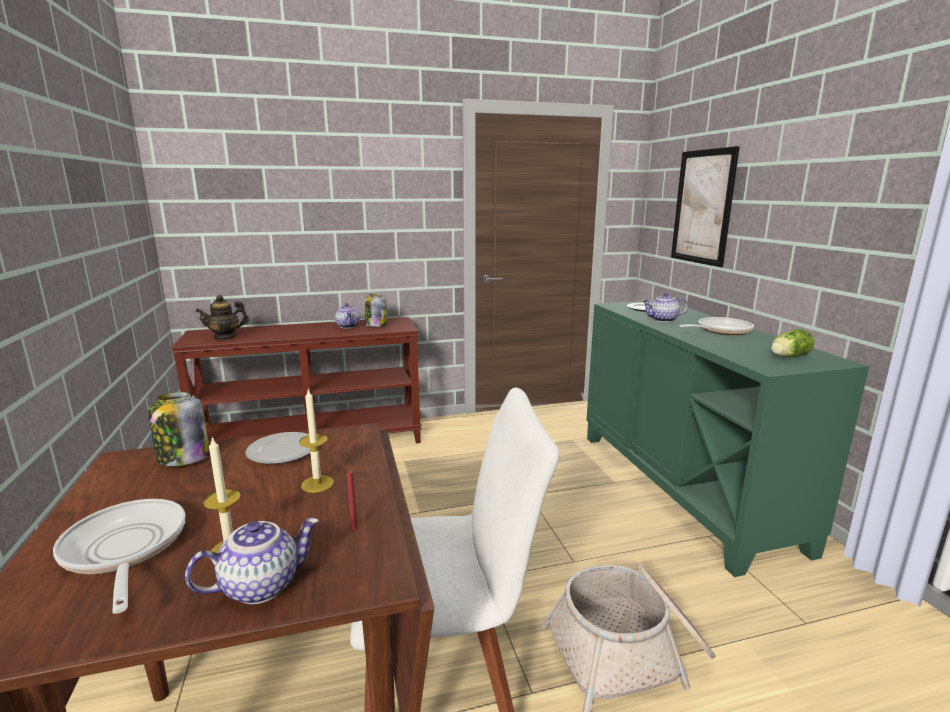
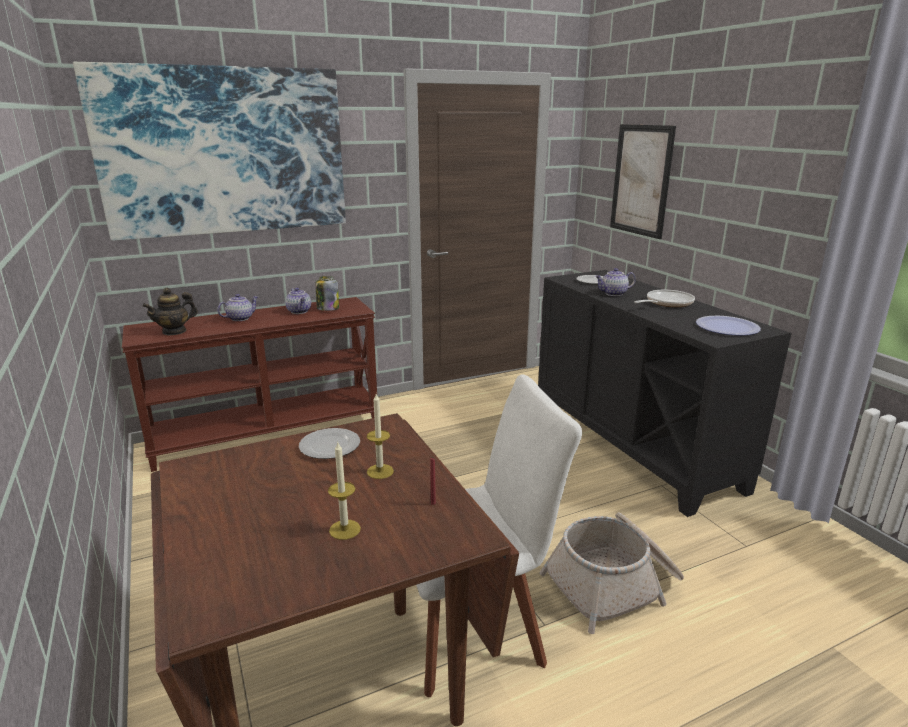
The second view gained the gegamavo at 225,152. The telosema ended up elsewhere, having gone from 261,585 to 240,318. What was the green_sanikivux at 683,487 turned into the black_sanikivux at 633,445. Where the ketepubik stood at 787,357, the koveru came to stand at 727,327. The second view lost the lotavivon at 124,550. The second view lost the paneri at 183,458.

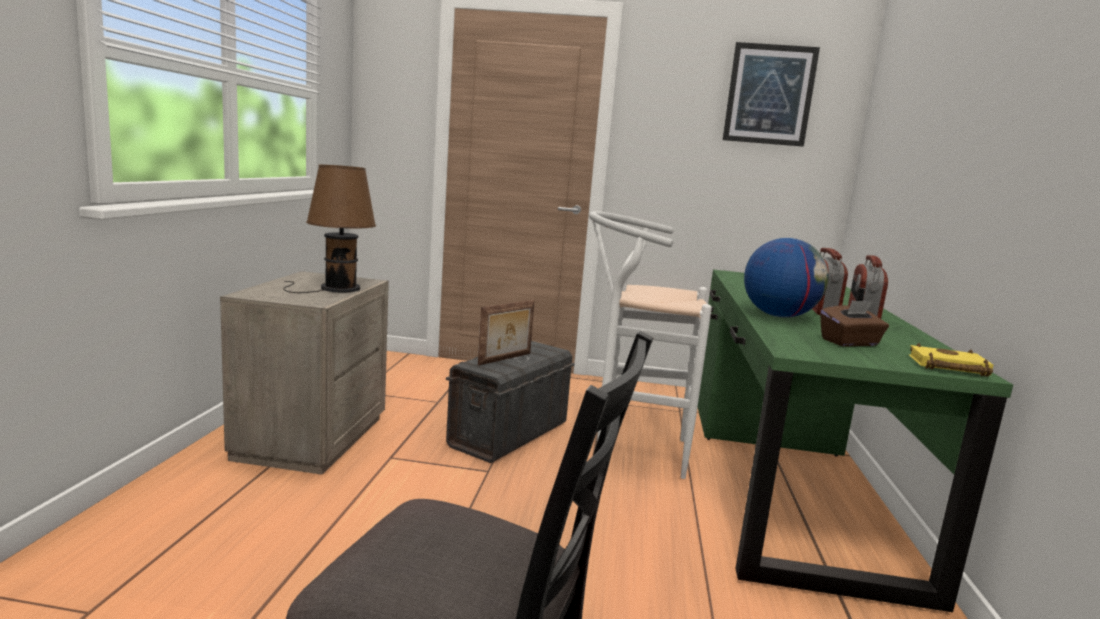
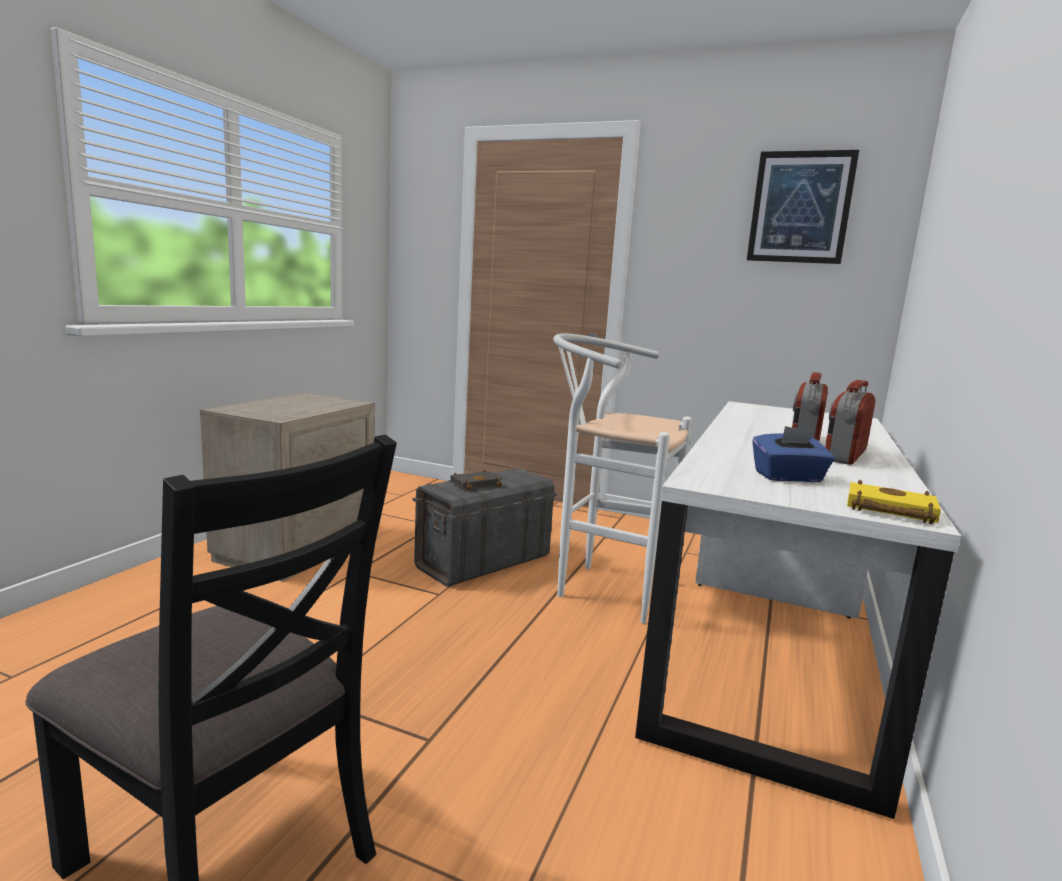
Where the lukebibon stood at 505,359, the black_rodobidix came to stand at 476,484. What was the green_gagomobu at 785,476 turned into the white_gagomobu at 769,633. What was the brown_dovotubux at 850,343 turned into the blue_dovotubux at 788,477. The second view lost the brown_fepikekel at 335,288. The second view lost the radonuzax at 778,316.

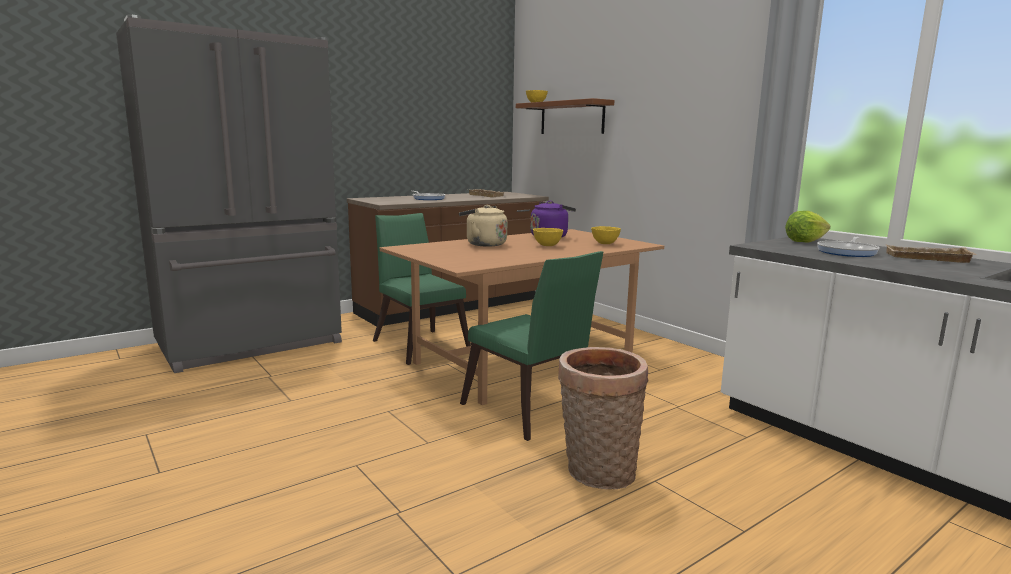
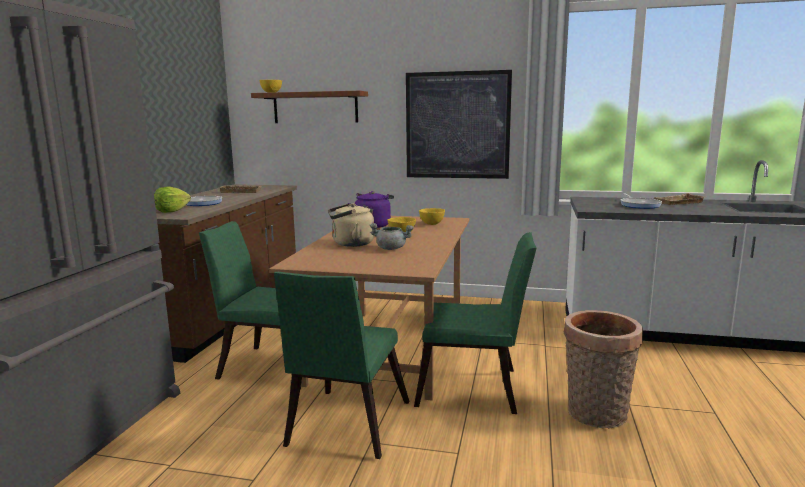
The ketepubik ended up elsewhere, having gone from 805,241 to 172,211. The second view gained the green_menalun at 344,427. The second view gained the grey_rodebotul at 391,249. The second view gained the gegamavo at 457,125.

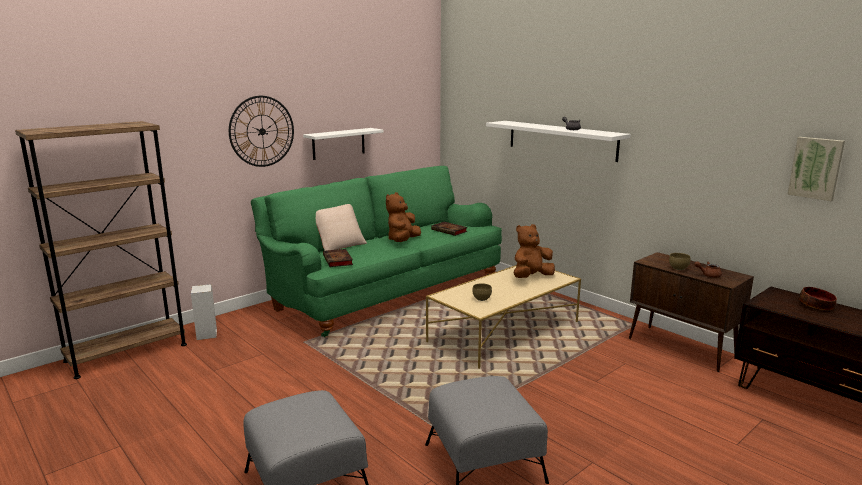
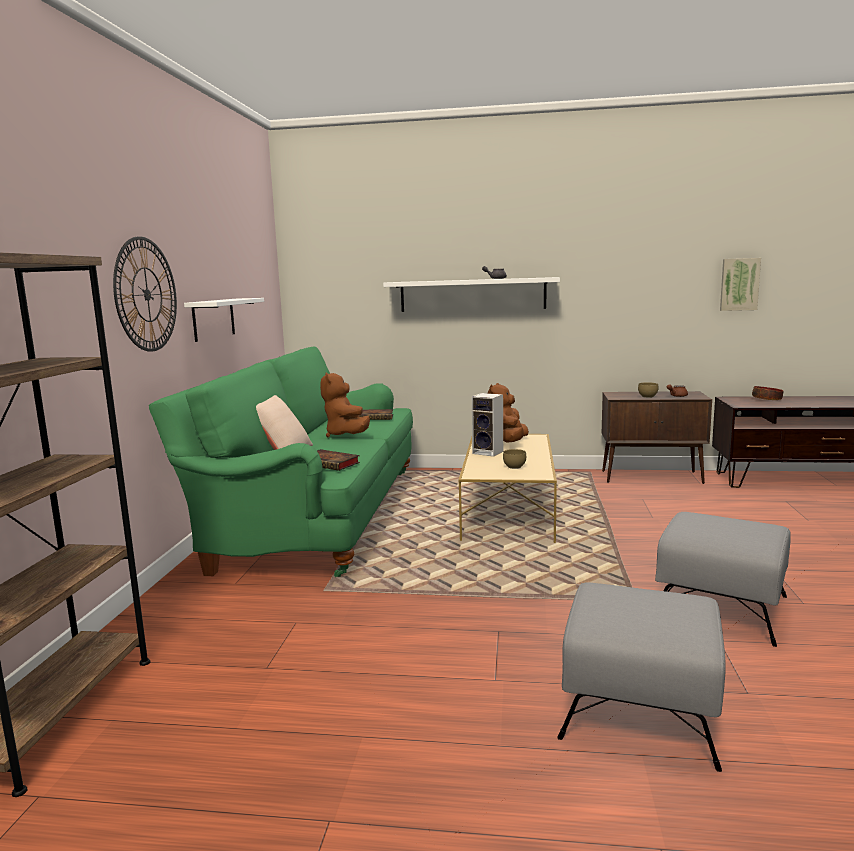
The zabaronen ended up elsewhere, having gone from 207,335 to 489,452.

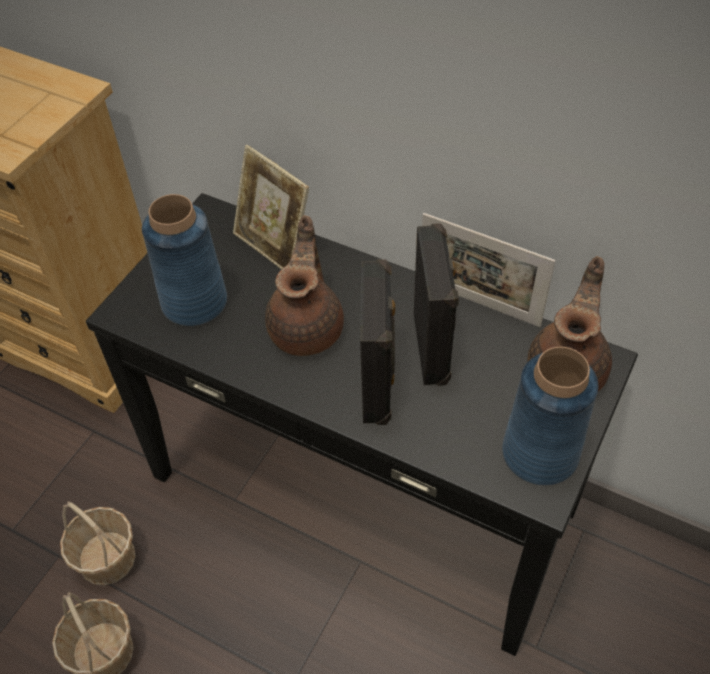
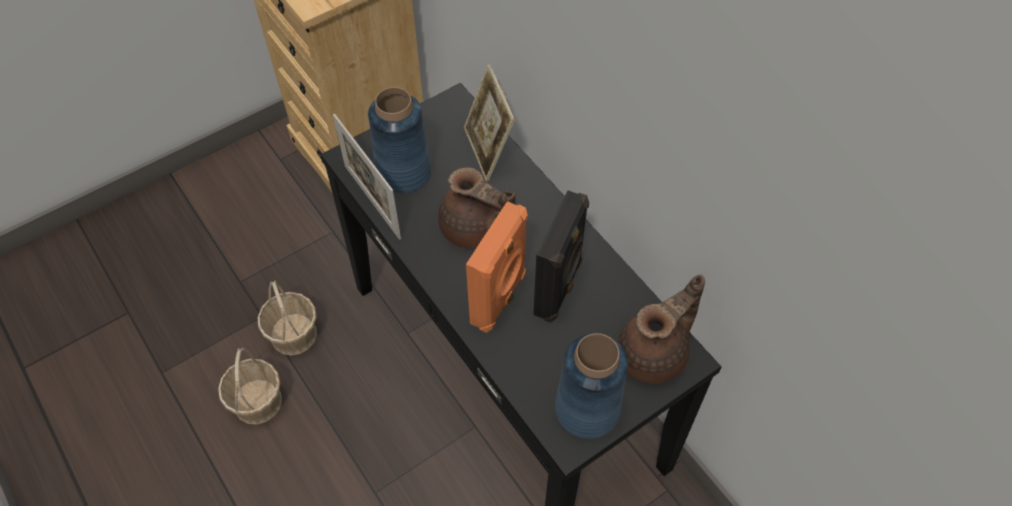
The lukebibon ended up elsewhere, having gone from 478,303 to 372,201. The brown_telosema at 307,327 ended up facing another way, 90 degrees clockwise from before. What was the black_zabaronen at 378,384 turned into the orange_zabaronen at 500,299.

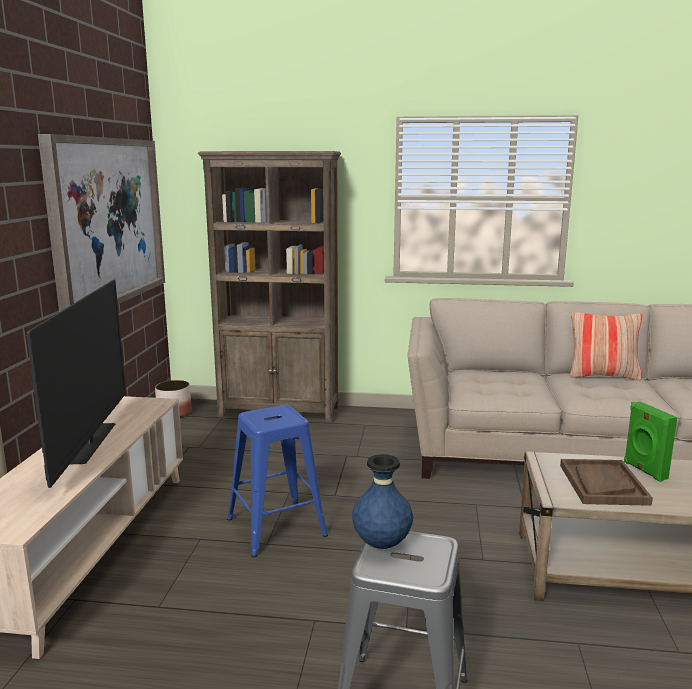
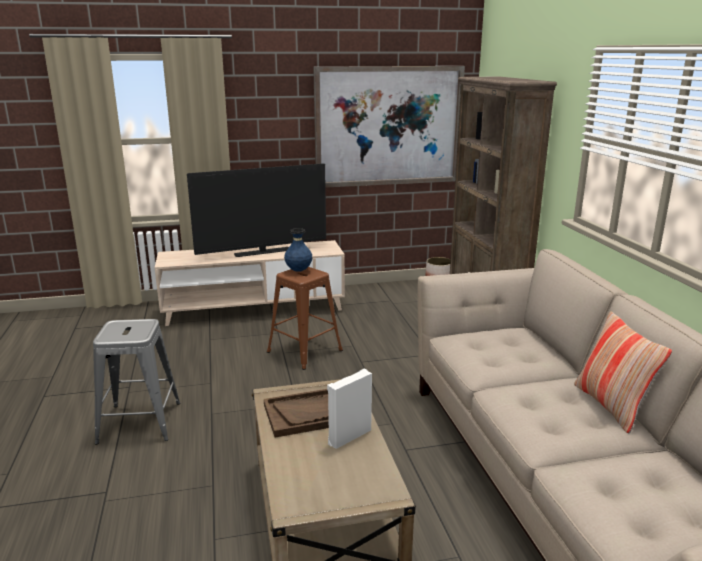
What was the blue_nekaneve at 276,526 turned into the brown_nekaneve at 305,351. The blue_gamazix ended up elsewhere, having gone from 382,544 to 298,270. What was the green_zabaronen at 644,470 turned into the white_zabaronen at 348,436.

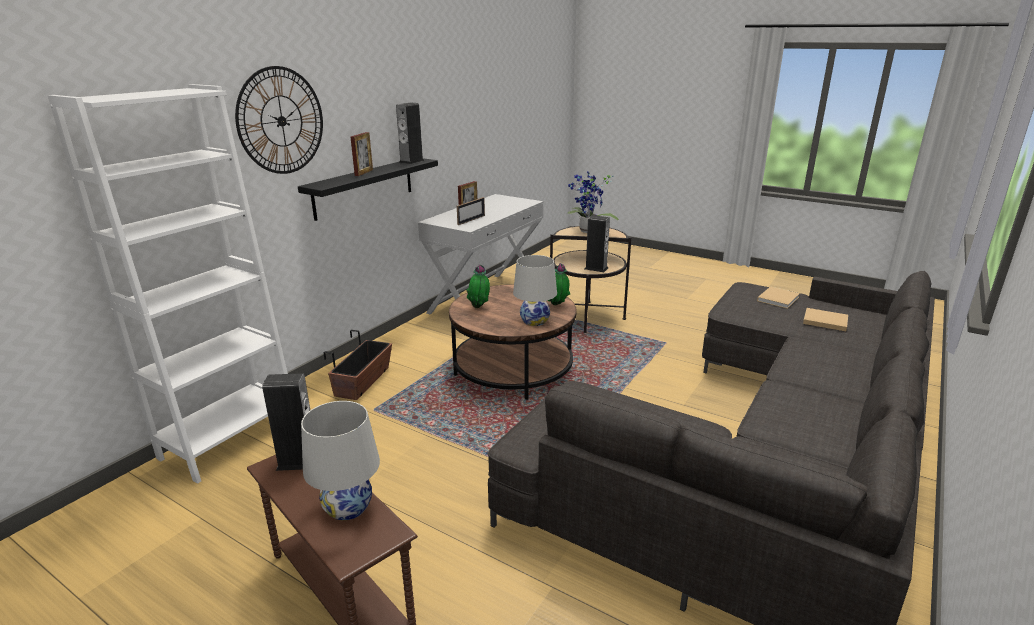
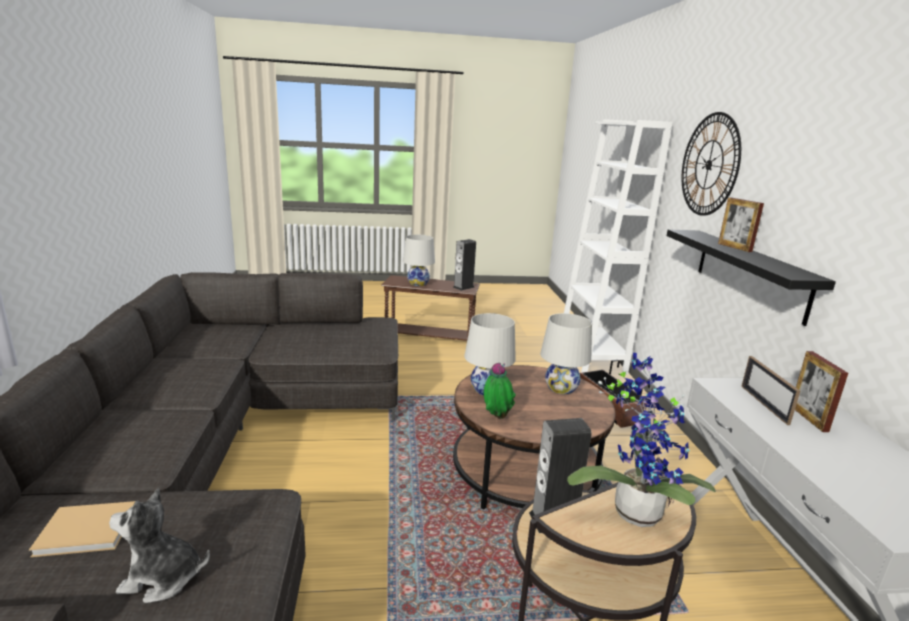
Where the beige_rodobidix stood at 778,298, the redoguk came to stand at 162,578. Where the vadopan stood at 479,307, the white_fepikekel came to stand at 561,388. The second view lost the zabaronen at 411,161.

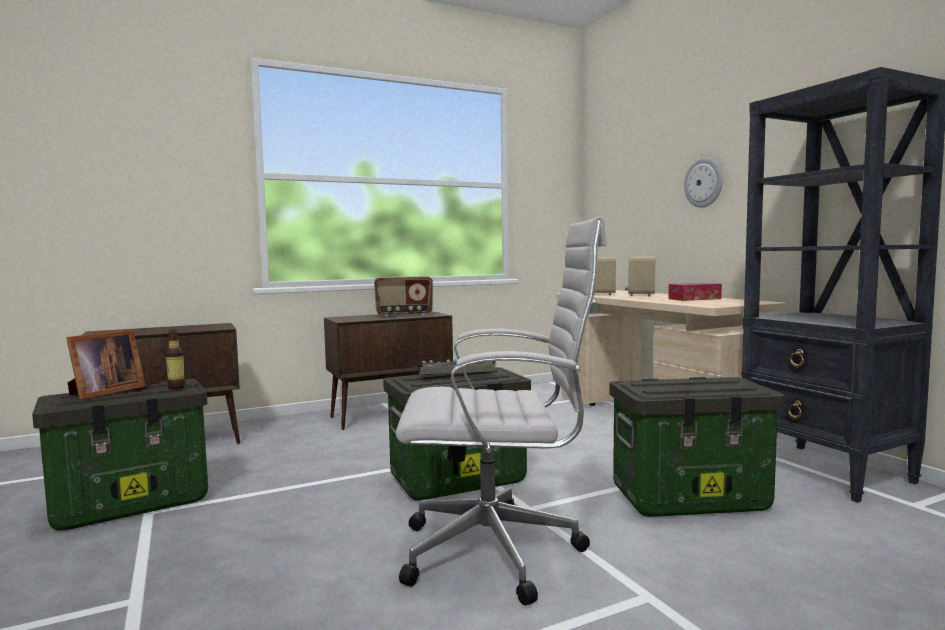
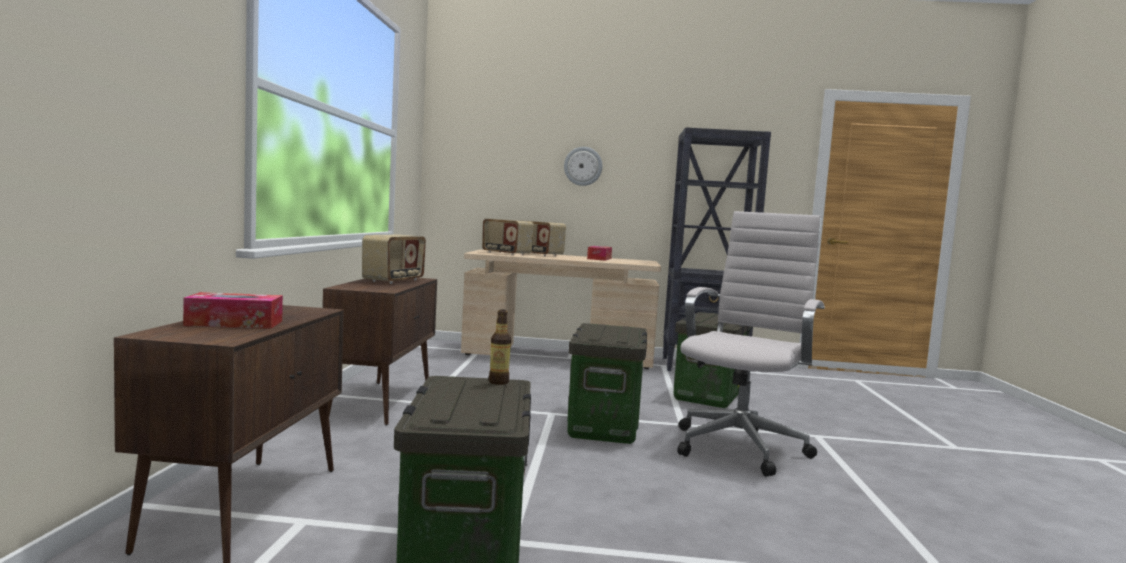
The second view gained the dovotubux at 234,323. The second view lost the lukebibon at 104,392. The second view lost the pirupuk at 456,376.

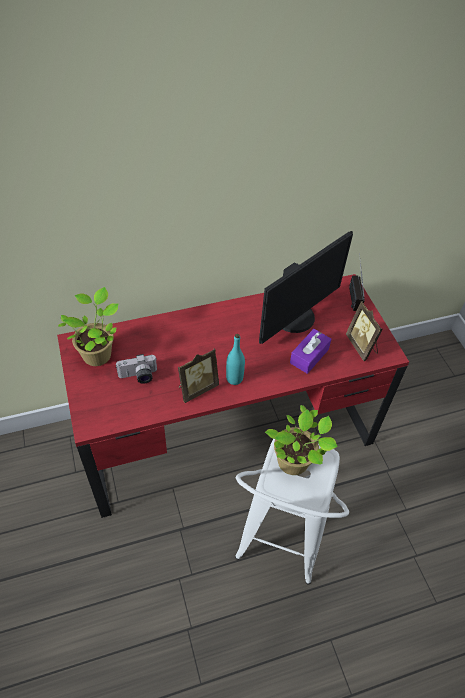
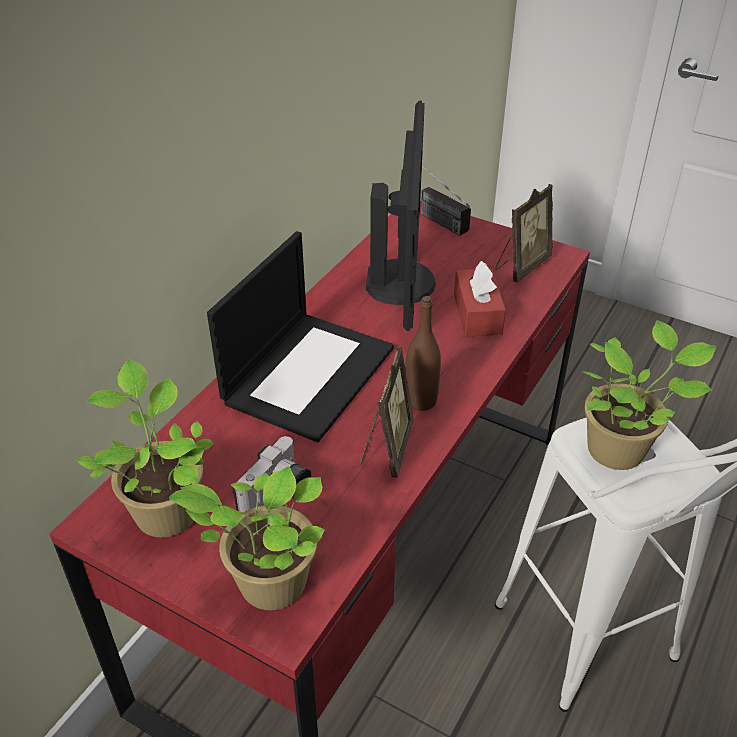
The second view gained the vadopan at 267,585. The second view gained the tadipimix at 308,373. What was the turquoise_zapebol at 234,378 turned into the brown_zapebol at 421,401. What was the purple_dovotubux at 309,356 turned into the red_dovotubux at 477,314. The lukebibon at 362,346 ended up facing another way, 75 degrees counterclockwise from before.

